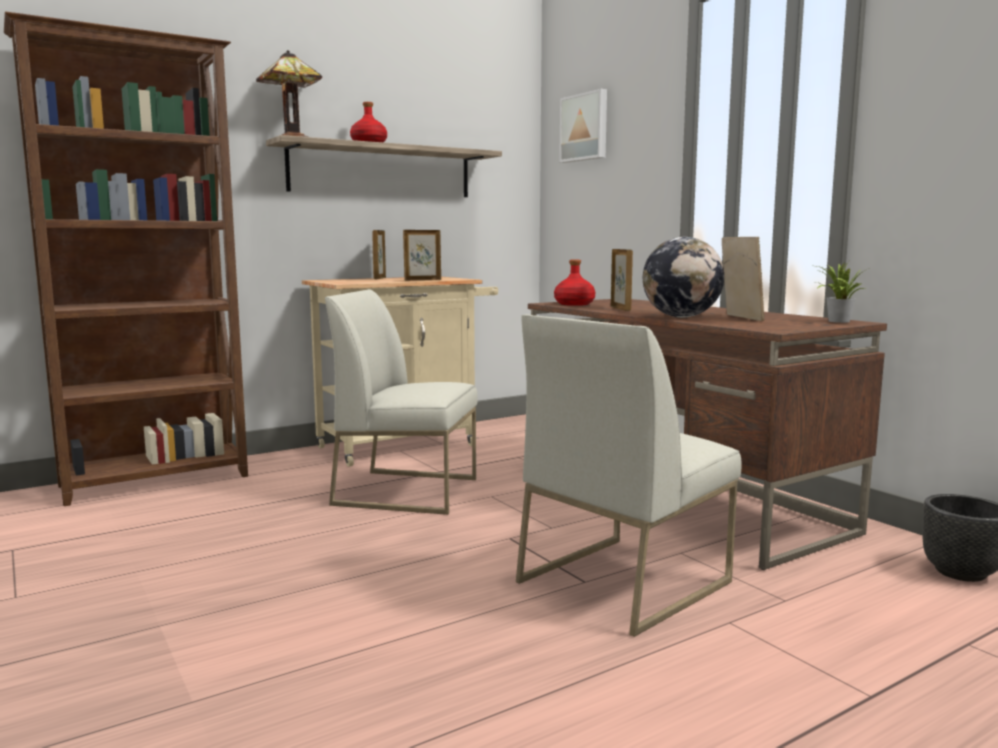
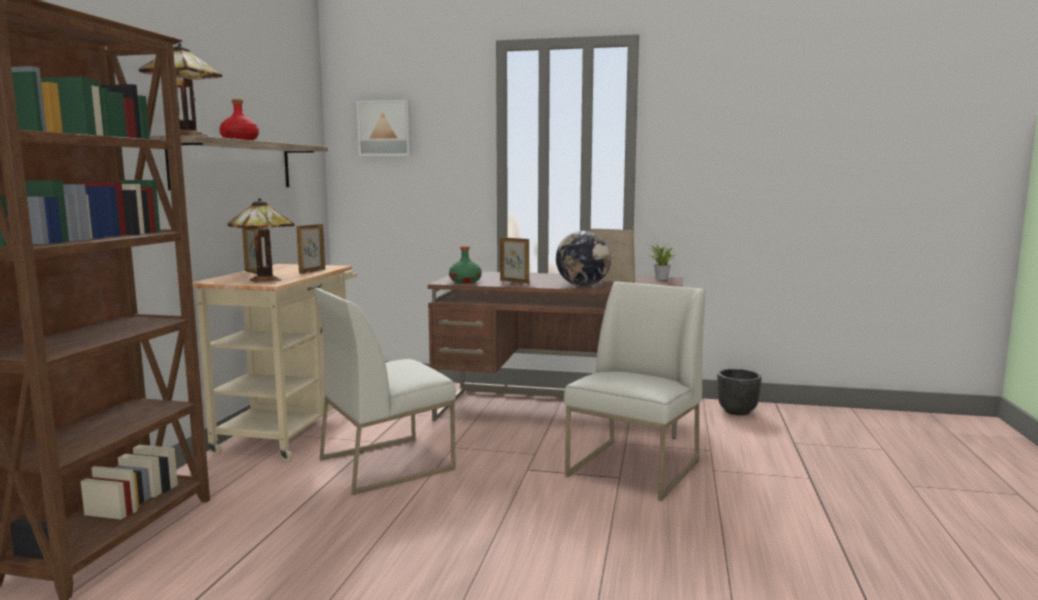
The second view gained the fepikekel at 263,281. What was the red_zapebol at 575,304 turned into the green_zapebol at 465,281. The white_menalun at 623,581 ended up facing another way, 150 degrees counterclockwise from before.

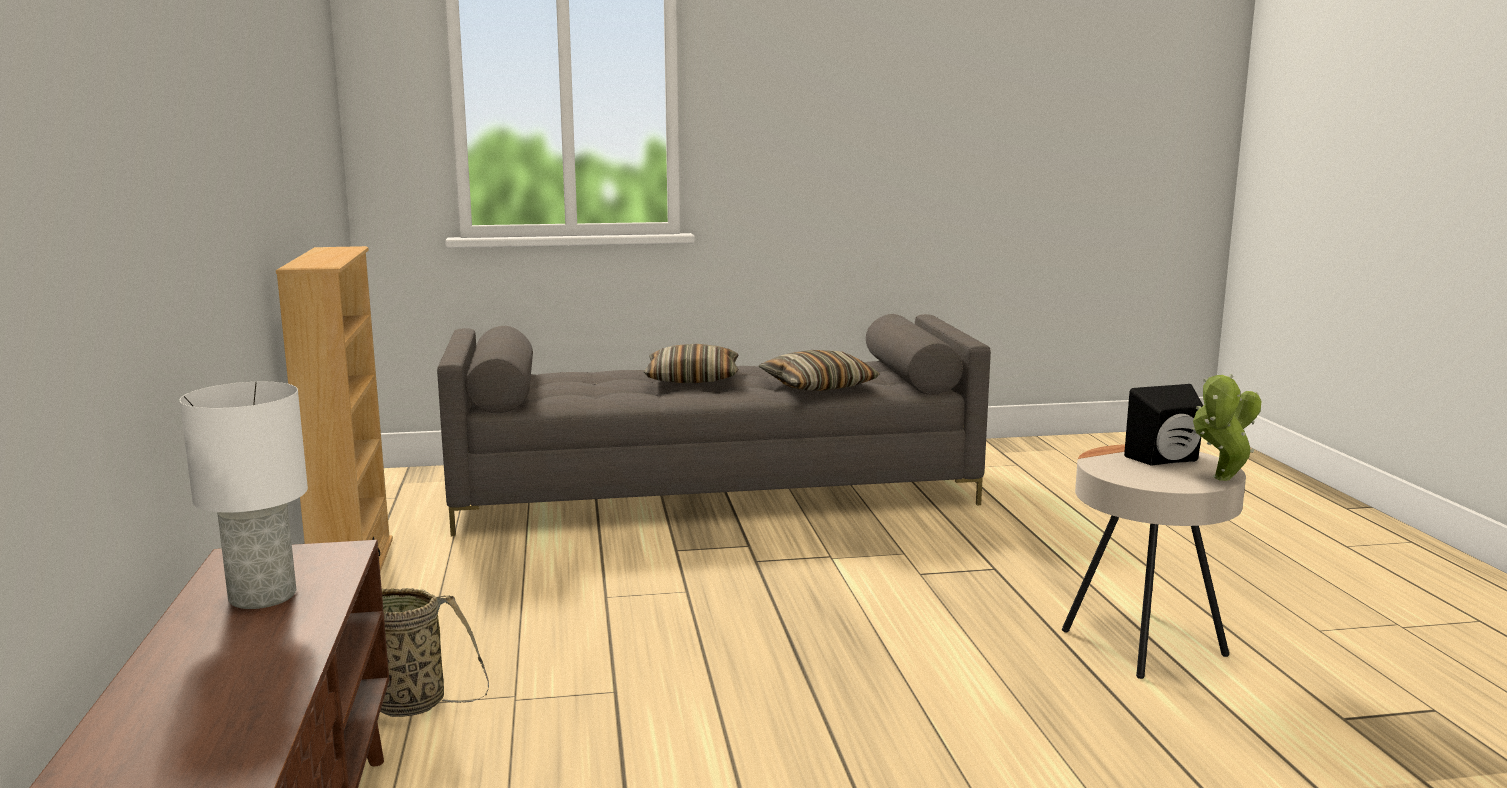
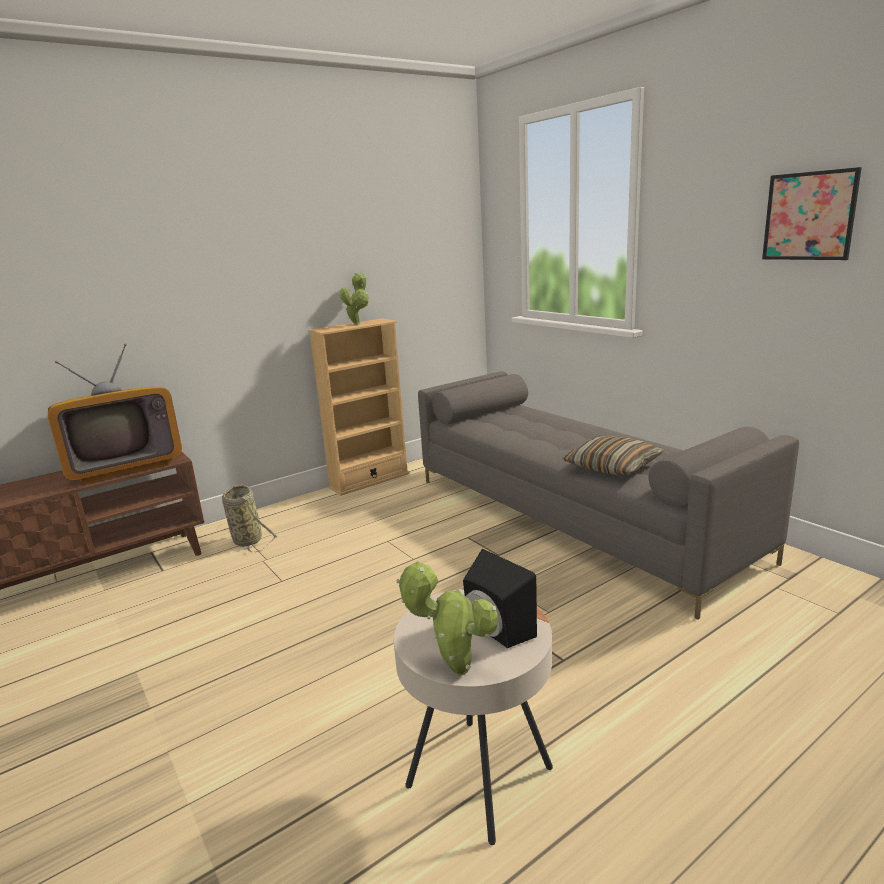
Where the white_fepikekel stood at 261,595, the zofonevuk came to stand at 124,465. The second view gained the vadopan at 358,323. The second view gained the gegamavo at 809,216. The second view lost the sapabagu at 692,379.

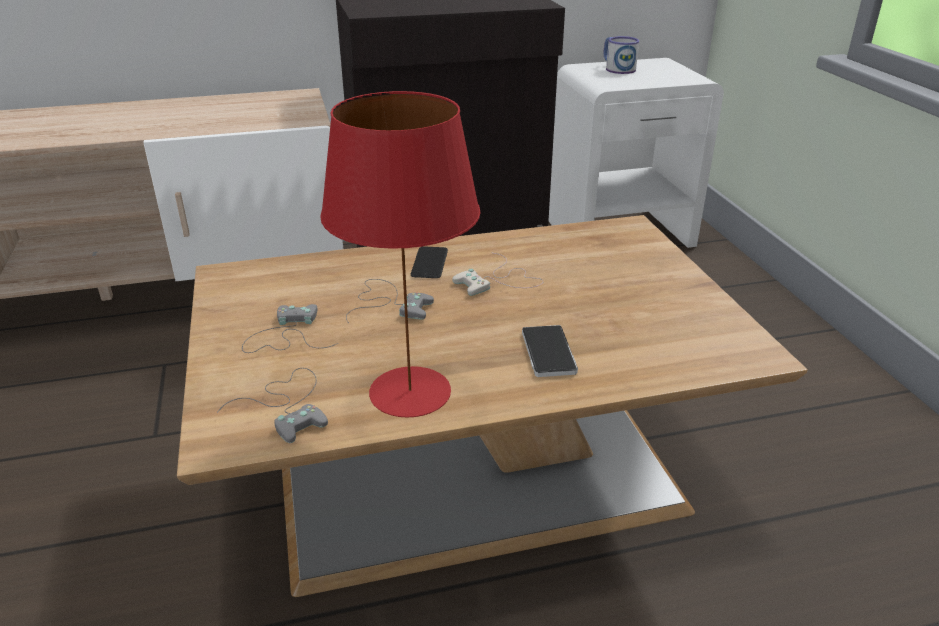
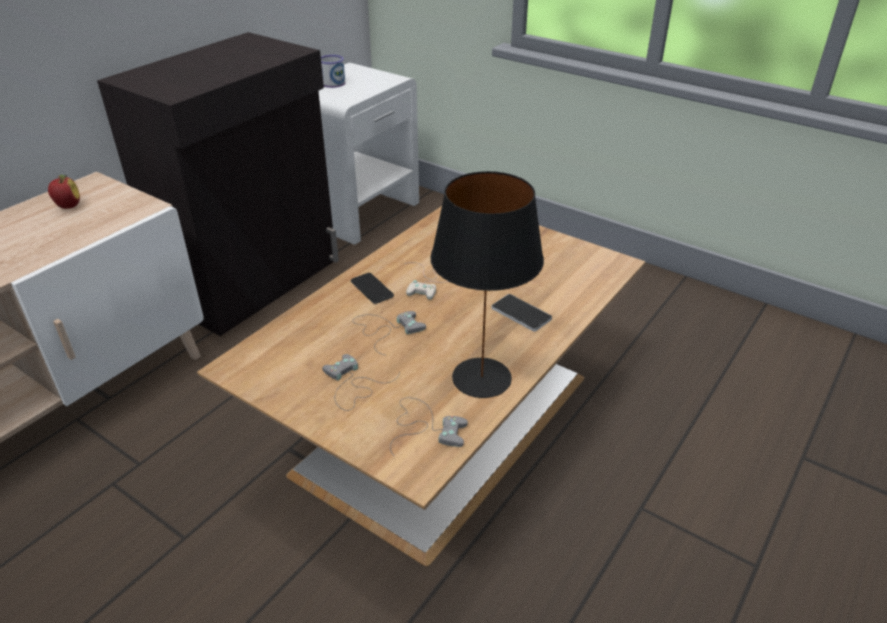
The second view gained the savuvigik at 68,206. What was the red_fepikekel at 411,391 turned into the black_fepikekel at 481,377.

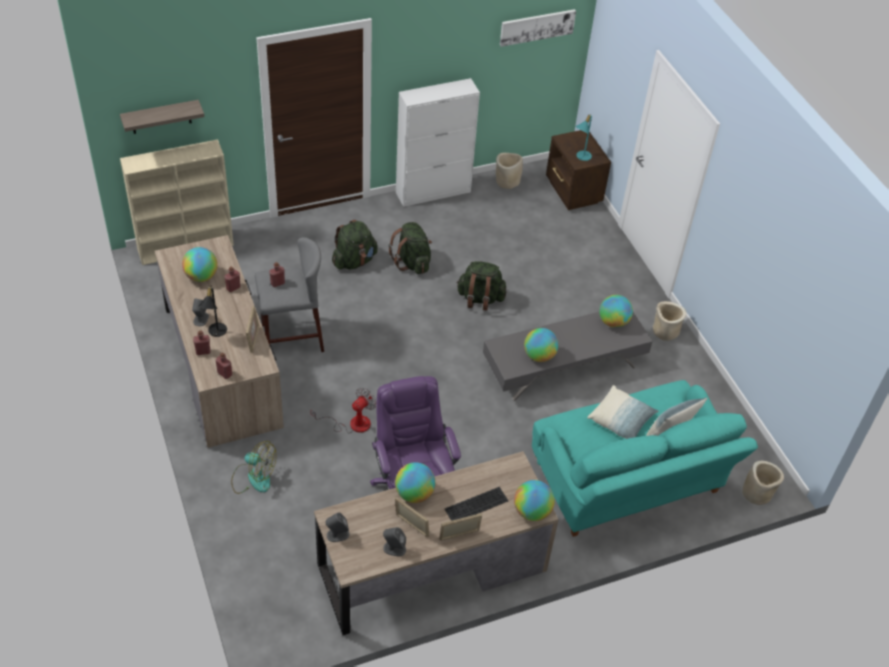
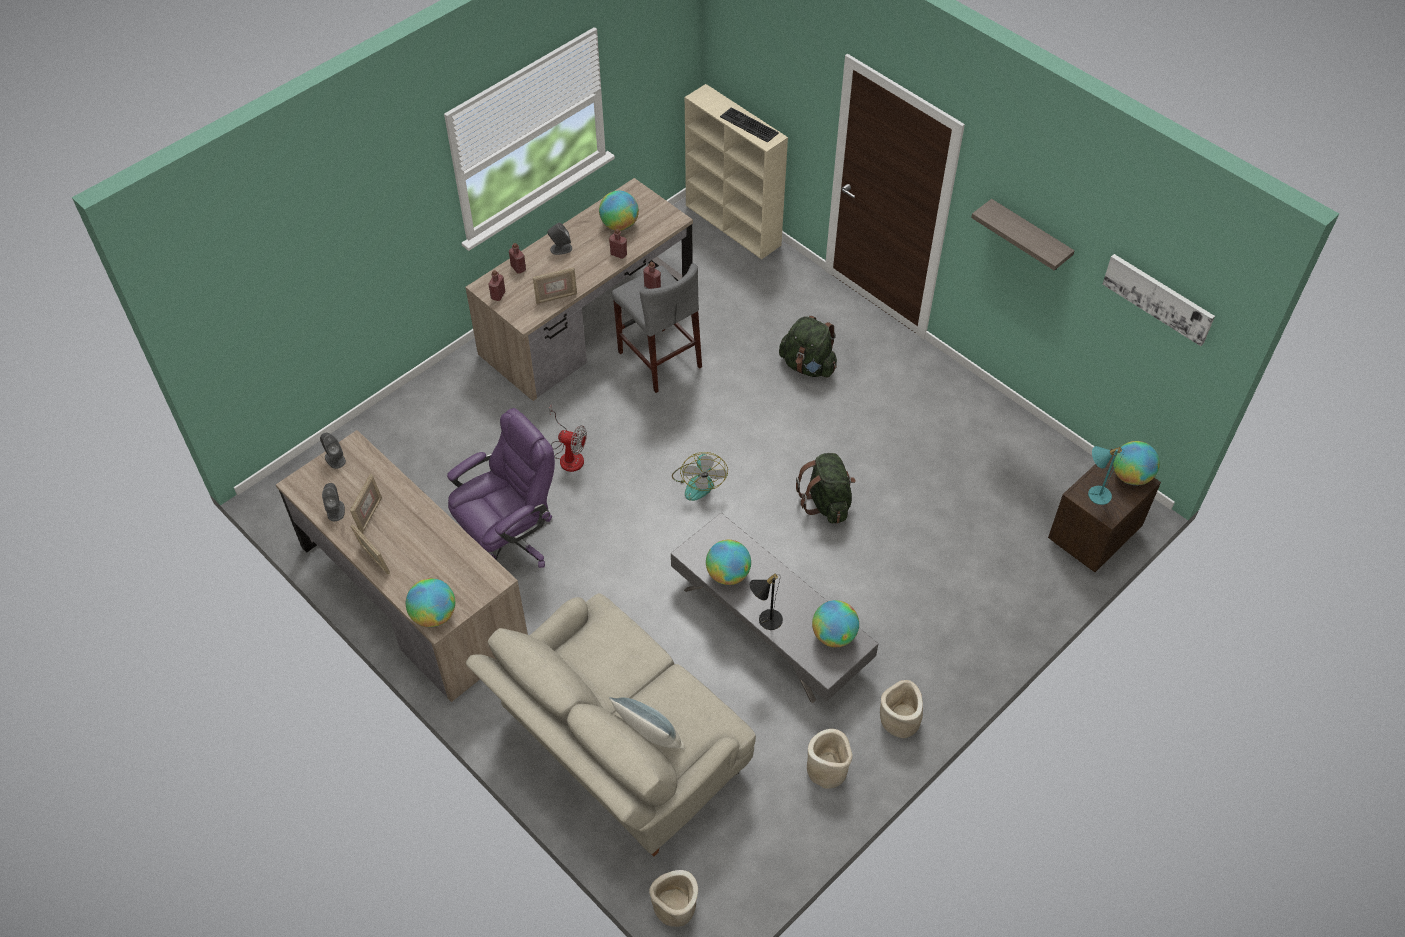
What was the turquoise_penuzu at 628,483 turned into the beige_penuzu at 617,750. The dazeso ended up elsewhere, having gone from 253,477 to 698,481. The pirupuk ended up elsewhere, having gone from 476,506 to 748,125. The black_fepikekel ended up elsewhere, having gone from 215,332 to 765,619. The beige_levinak ended up elsewhere, having gone from 507,181 to 827,770. The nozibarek ended up elsewhere, having gone from 161,117 to 1029,236. The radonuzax ended up elsewhere, having gone from 414,493 to 1131,476. The second view lost the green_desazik at 412,262. The second view lost the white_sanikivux at 433,192. The second view lost the sapabagu at 621,420.

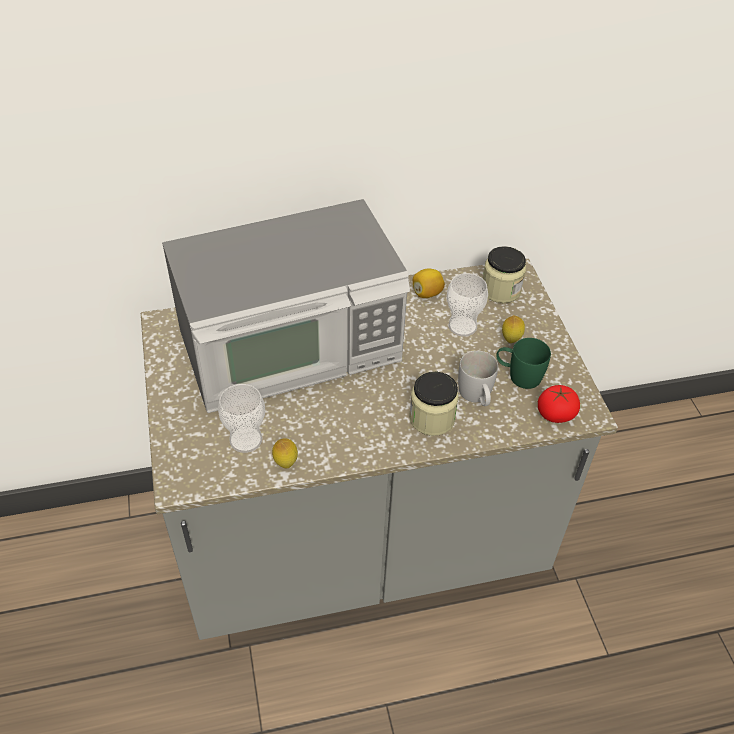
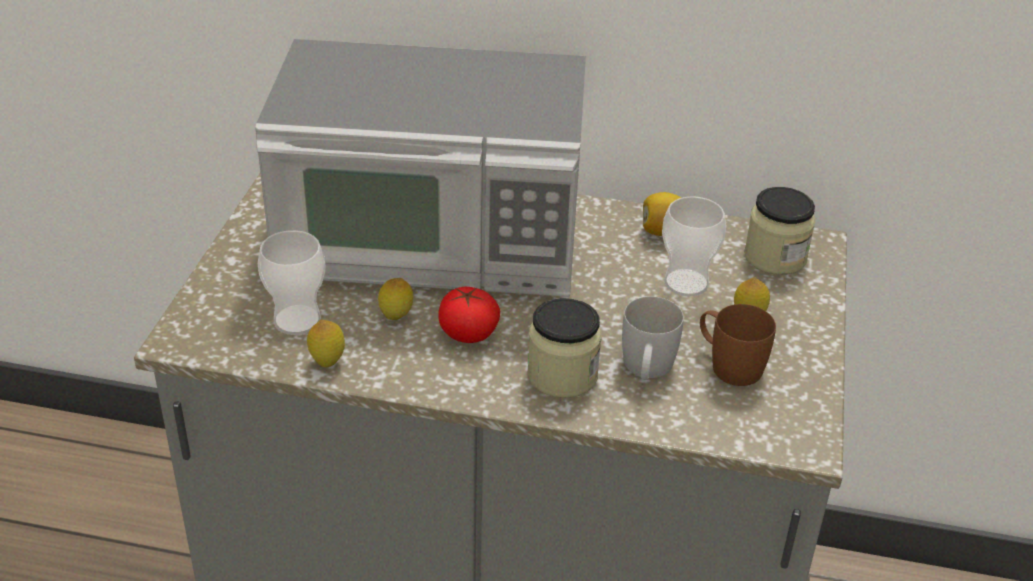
The second view gained the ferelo at 396,318. The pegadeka ended up elsewhere, having gone from 555,414 to 468,334. What was the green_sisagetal at 518,375 turned into the brown_sisagetal at 728,364.

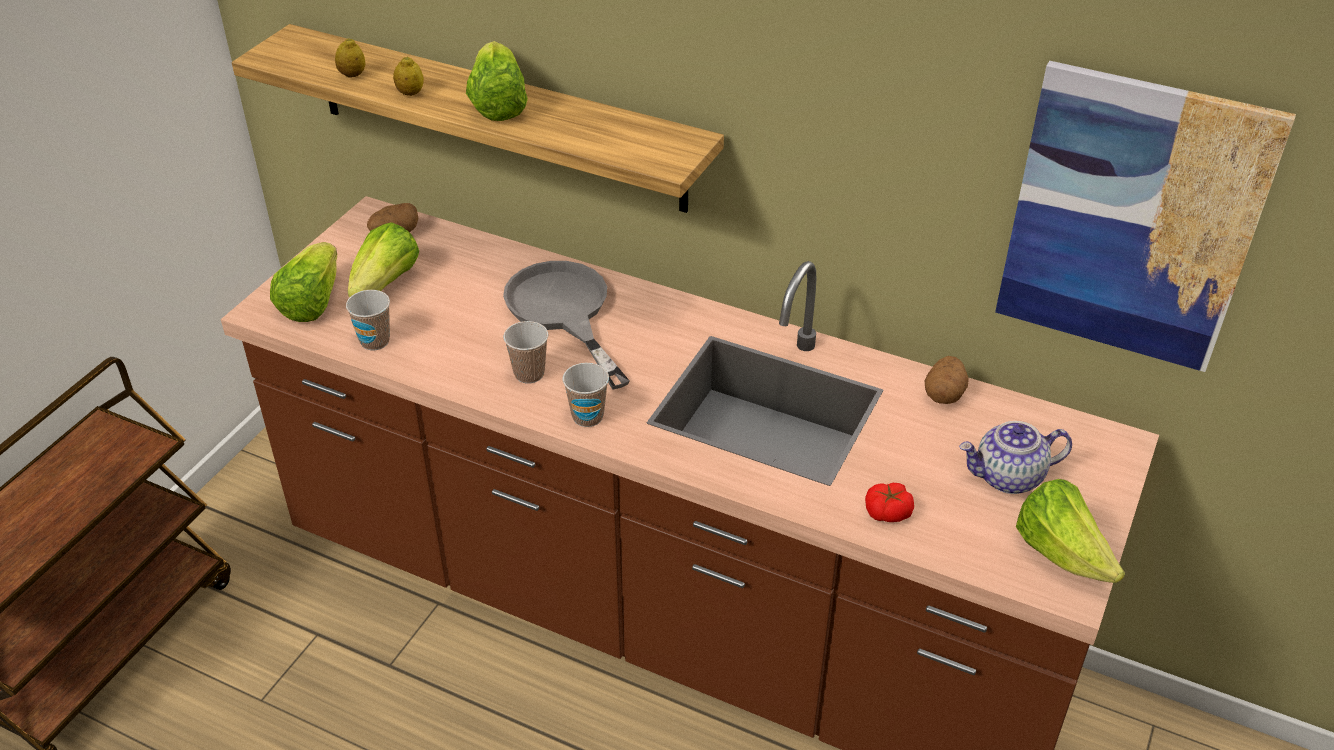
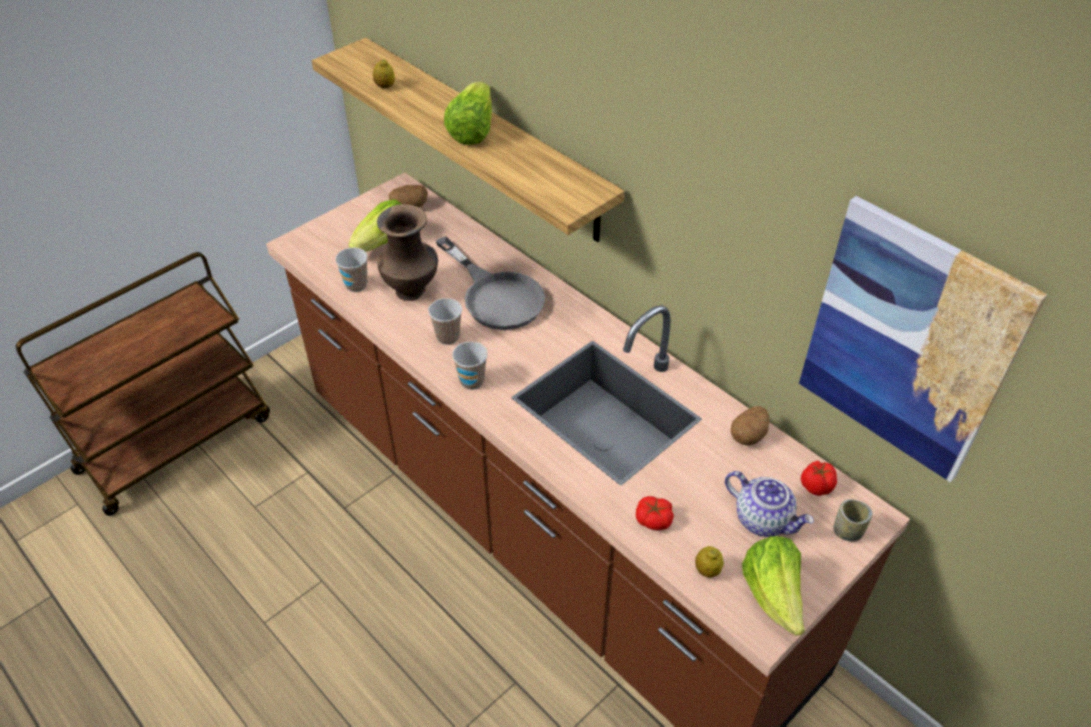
The second view gained the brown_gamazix at 412,290. The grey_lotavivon at 564,312 ended up facing another way, 150 degrees clockwise from before. The ferelo ended up elsewhere, having gone from 410,93 to 707,570. The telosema at 1008,477 ended up facing another way, 150 degrees counterclockwise from before. The second view gained the pegadeka at 815,486. The second view gained the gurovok at 847,531. The second view lost the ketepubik at 311,302.

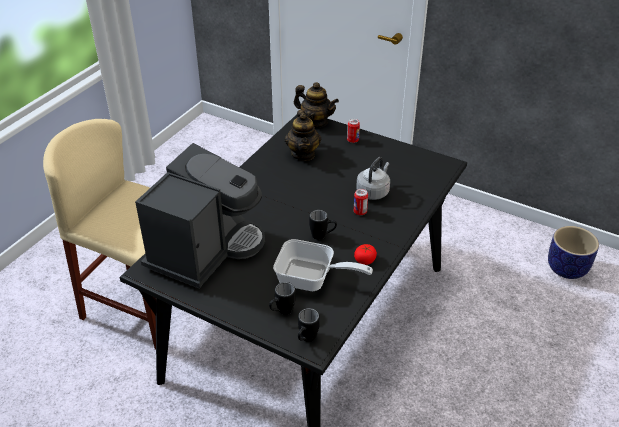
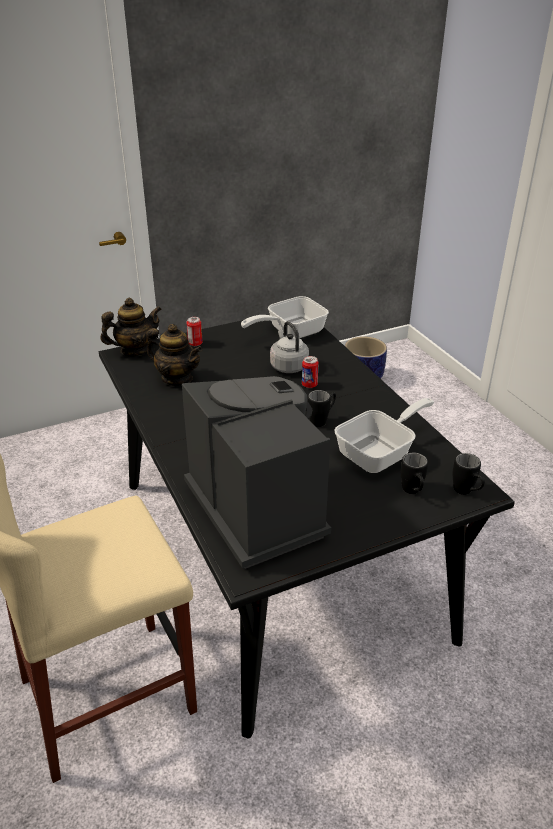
The second view gained the lotavivon at 290,332. The second view lost the pegadeka at 365,260.

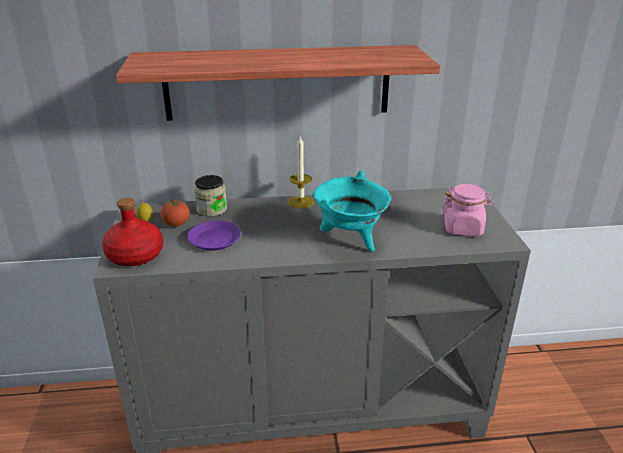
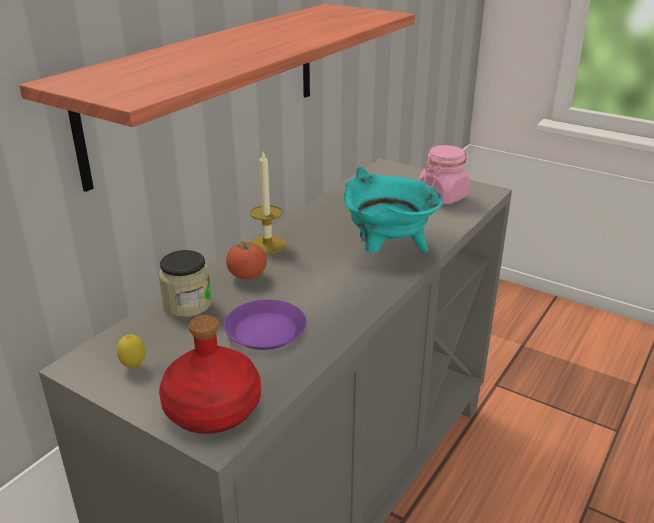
The pegadeka ended up elsewhere, having gone from 176,224 to 247,276.

